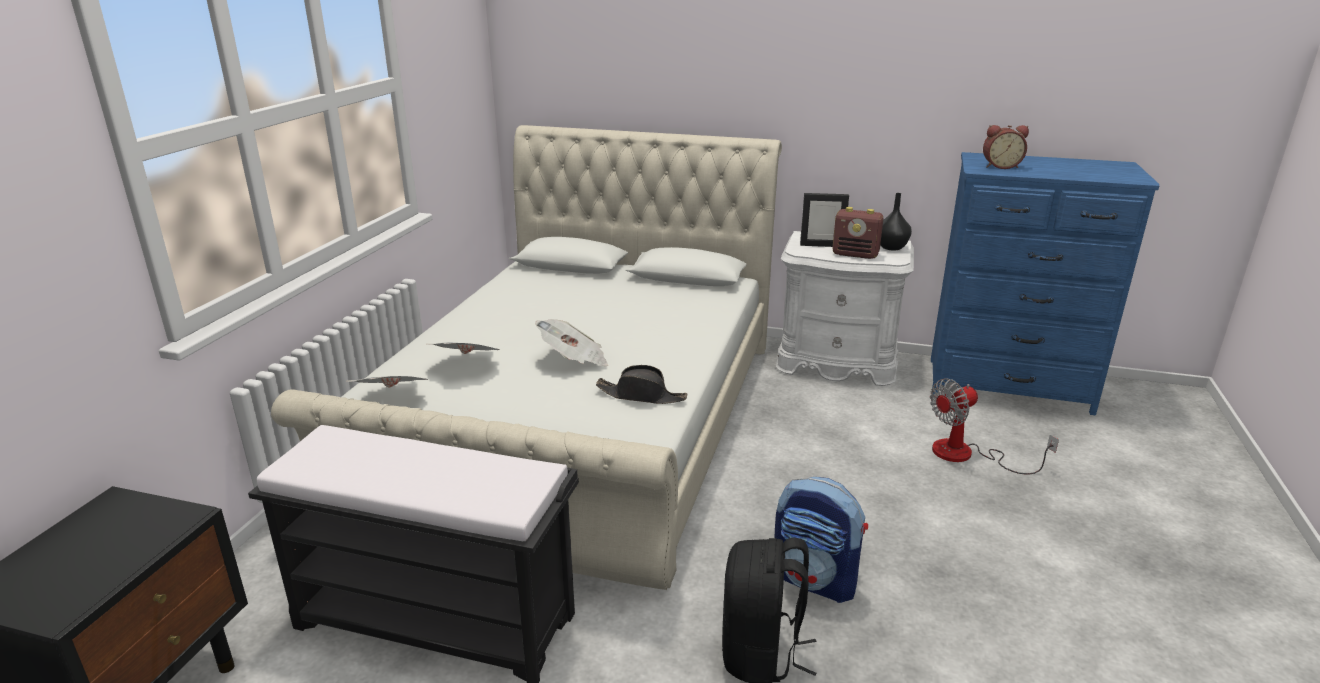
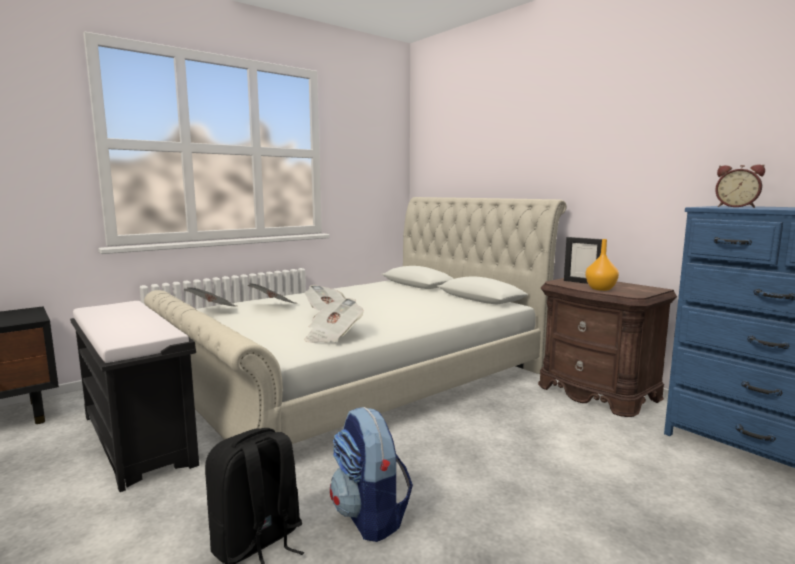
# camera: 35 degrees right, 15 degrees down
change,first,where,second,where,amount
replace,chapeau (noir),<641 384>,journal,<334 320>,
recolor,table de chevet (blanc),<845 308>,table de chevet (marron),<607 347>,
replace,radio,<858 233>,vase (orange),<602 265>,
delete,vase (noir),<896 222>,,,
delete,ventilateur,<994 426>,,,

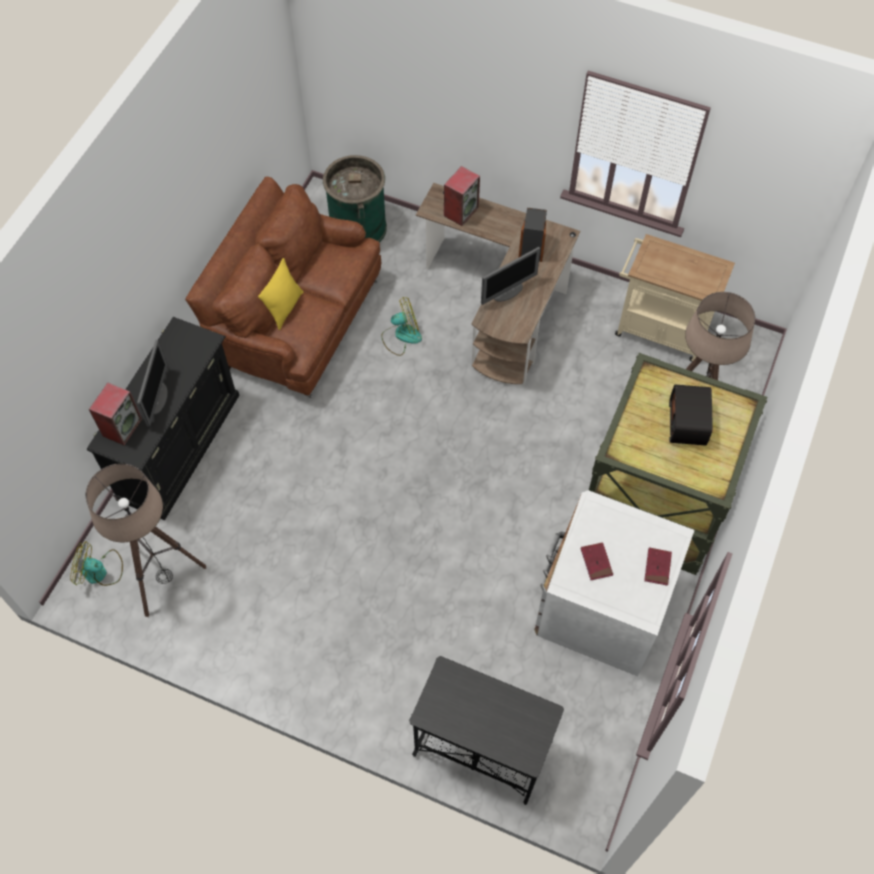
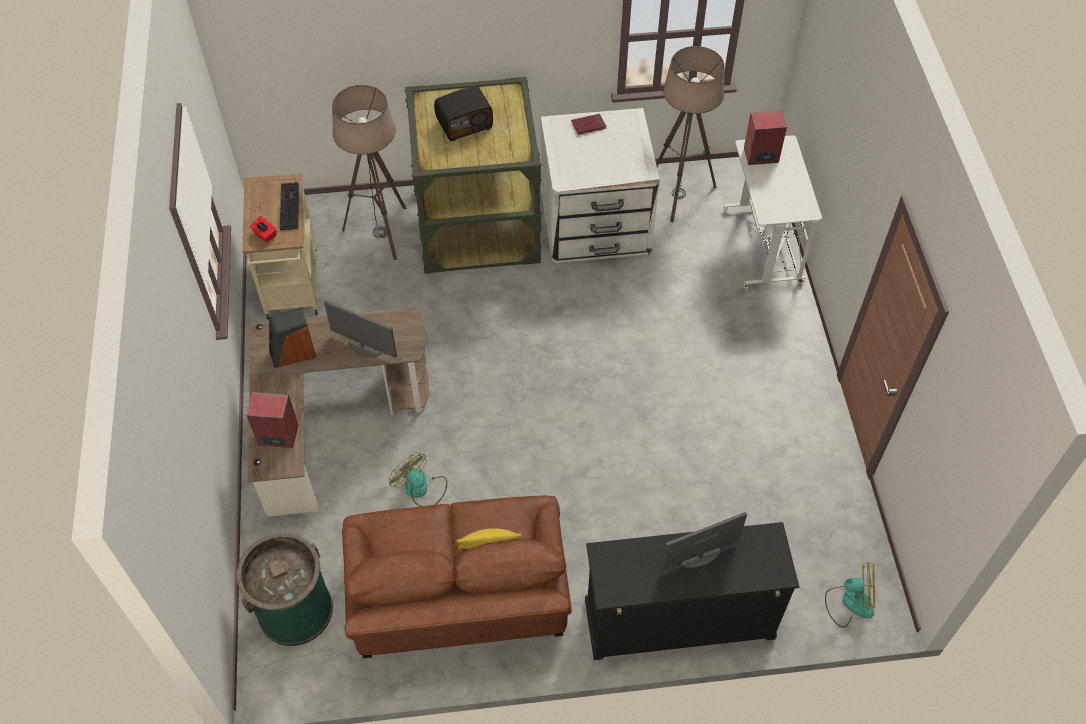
# camera: 120 degrees left, 5 degrees down
change,first,where,second,where,amount
rotate,ventilateur,<96 563>,,<850 594>,60 degrees counterclockwise
move,lampadaire,<146 540>,,<690 134>,
move,enceinte,<115 414>,,<765 137>,
recolor,bureau (noir),<486 730>,bureau (blanc),<773 212>,
delete,livre (rouge),<596 561>,,,
insert,,,boîte à mouchoirs (rouge),<263 229>,
insert,,,clavier,<289 206>,

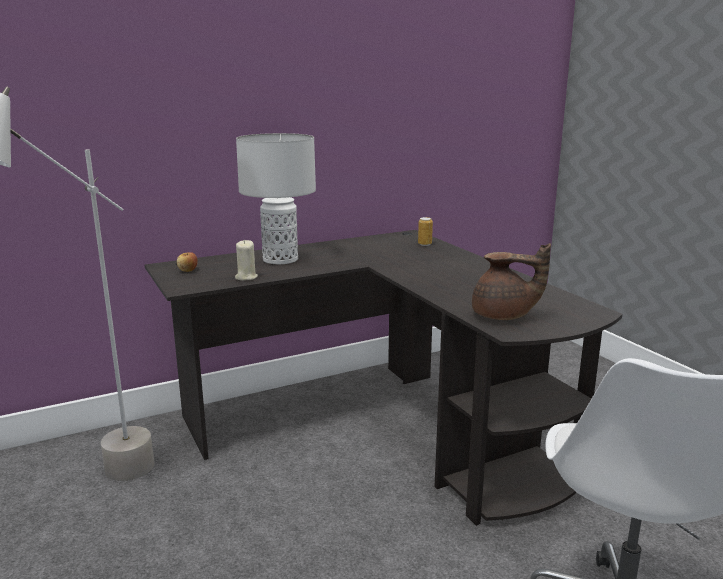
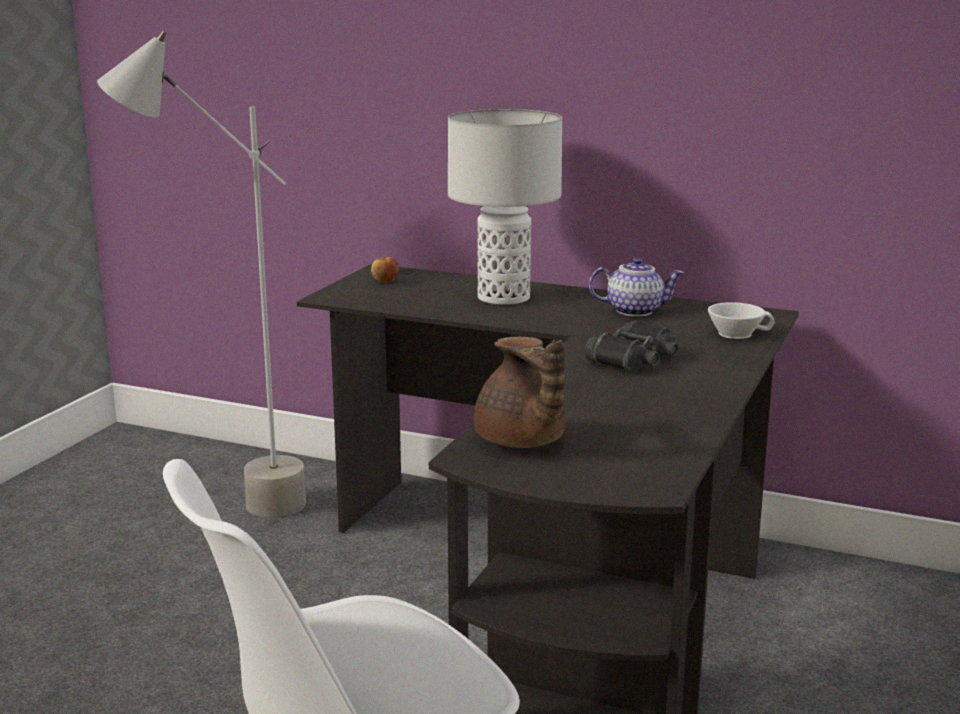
# camera: 50 degrees right, 0 degrees up
change,first,where,second,where,amount
delete,bougie (beige),<246 260>,,,
replace,boîte métallique,<425 231>,tasse (blanc),<741 320>,
insert,,,jumelles (noir),<632 346>,
insert,,,théière,<636 287>,

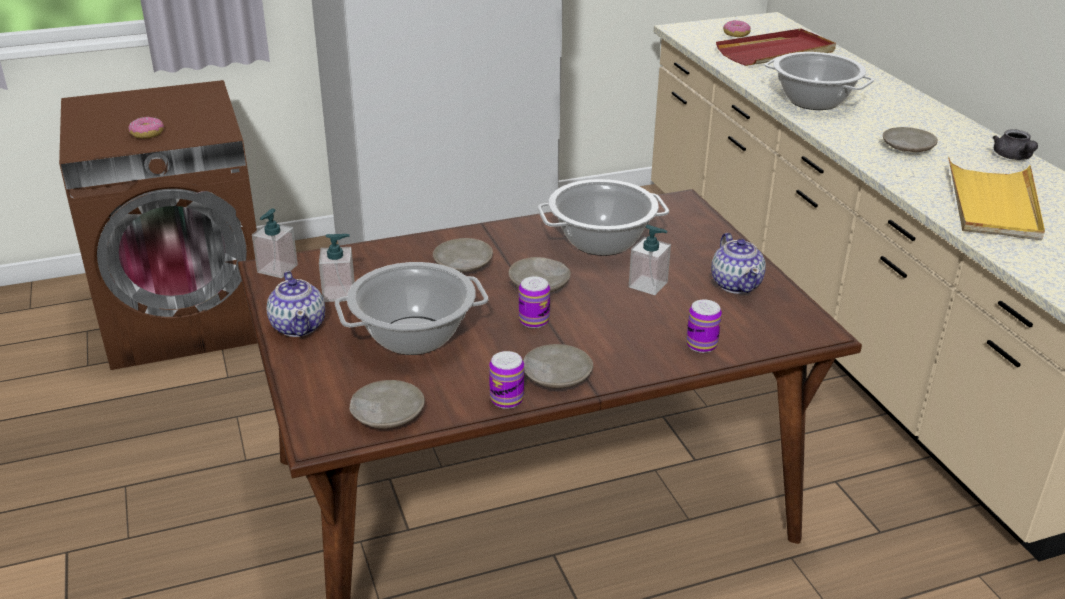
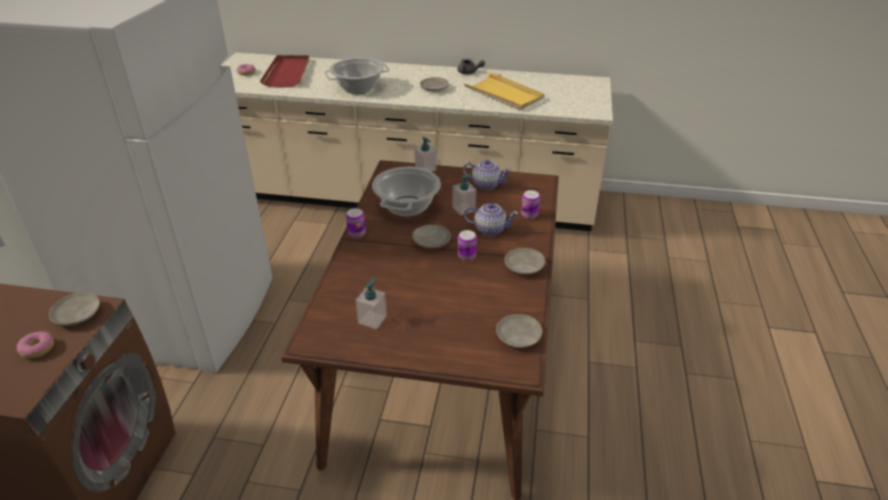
# camera: 60 degrees left, 5 degrees up
change,first,where,second,where,amount
move,distributeur de savon,<275 243>,,<425 154>,
move,théière,<296 304>,,<491 219>,
delete,marmite,<412 308>,,,
move,assiette (beige),<463 255>,,<74 309>,
move,boîte métallique,<506 380>,,<356 223>,

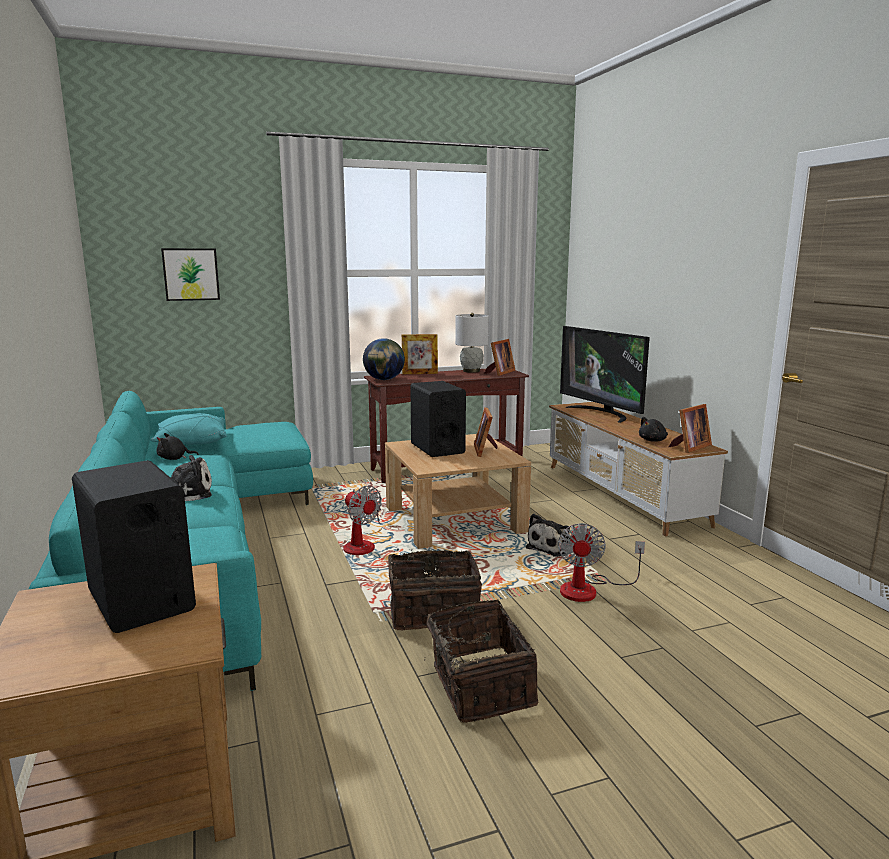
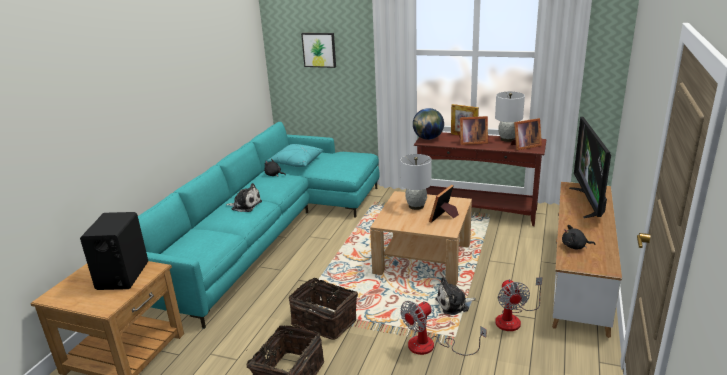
# camera: 40 degrees right, 10 degrees up
change,first,where,second,where,amount
move,ventilateur,<362 520>,,<519 304>,
replace,enceinte (noir),<438 419>,lampe de table (blanc),<416 182>,
move,cadre photo,<690 428>,,<473 130>,

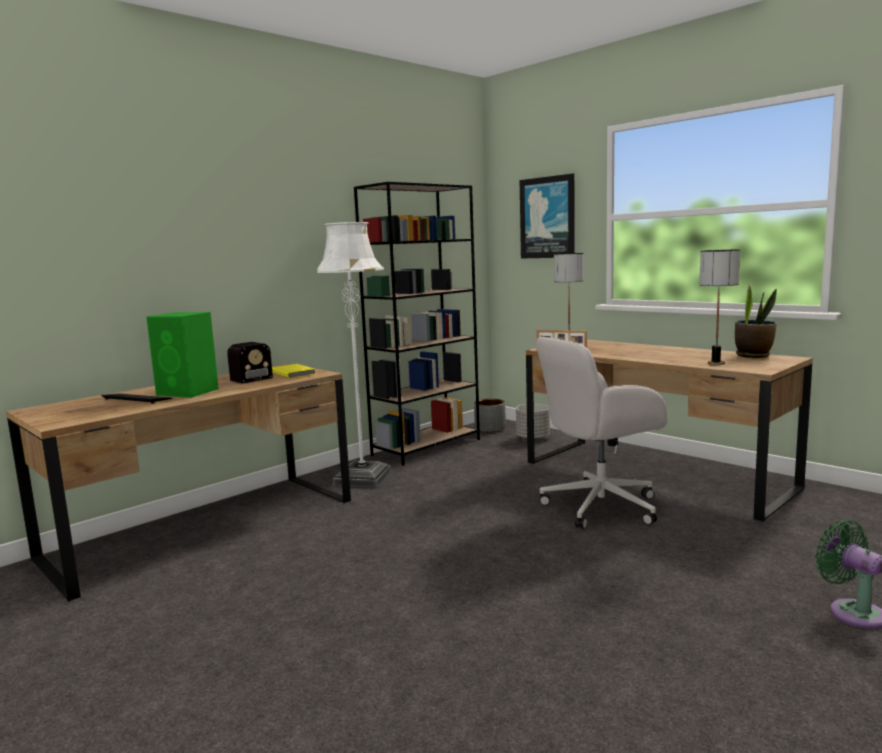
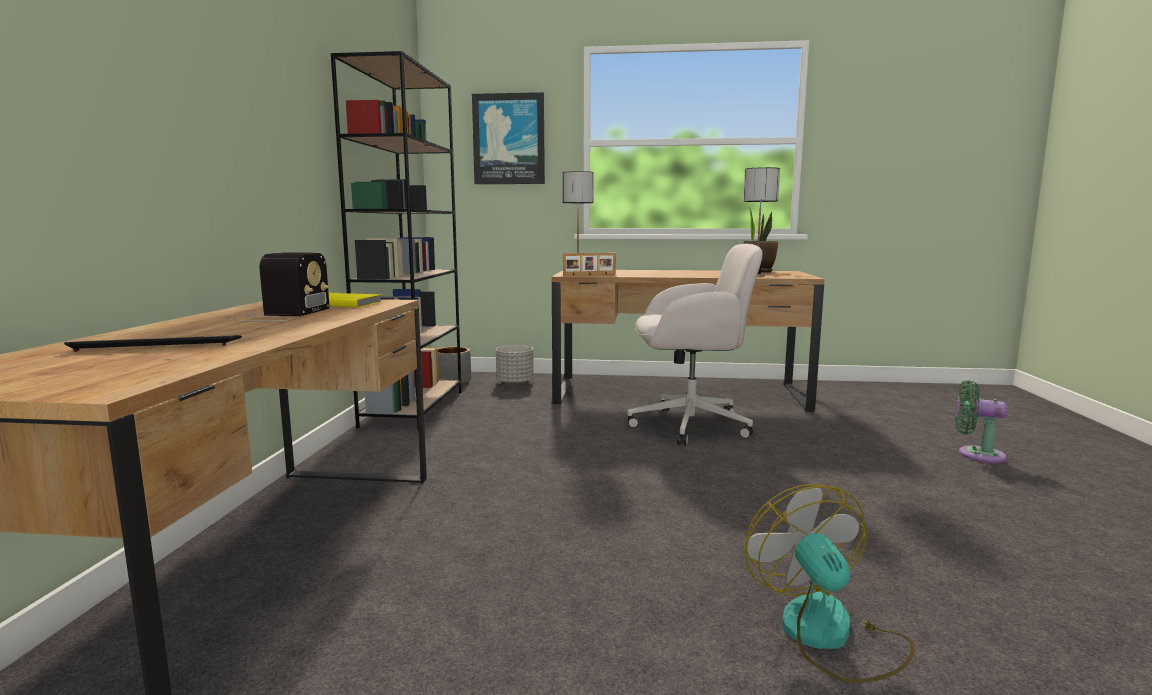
# camera: 40 degrees left, 0 degrees up
change,first,where,second,where,amount
delete,enceinte (vert),<182 355>,,,
delete,lampadaire (blanc),<353 354>,,,
rotate,chaise de bureau (blanc),<602 432>,,<695 345>,120 degrees counterclockwise
insert,,,ventilateur,<830 583>,

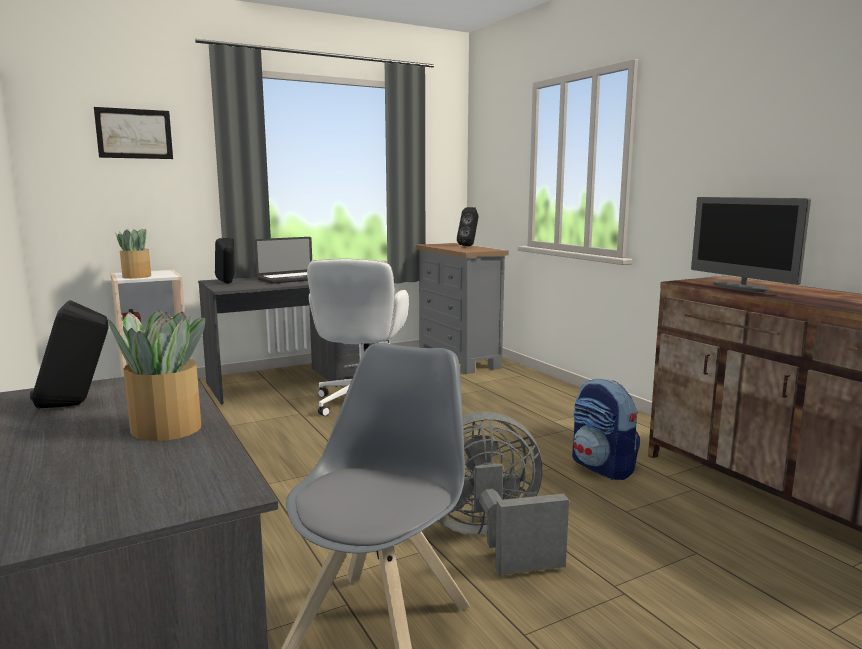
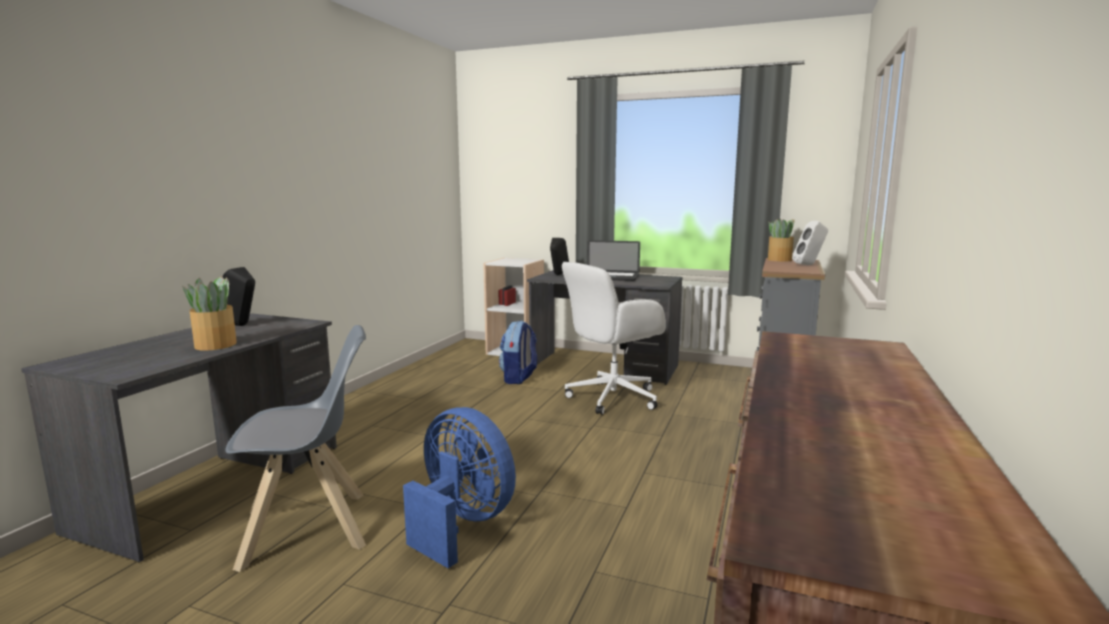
# camera: 50 degrees right, 0 degrees up
change,first,where,second,where,amount
delete,tableau,<133 133>,,,
move,plante en pot,<133 253>,,<781 240>,
recolor,ventilateur (gris),<503 493>,ventilateur (bleu),<459 487>,
recolor,enceinte (noir),<468 226>,enceinte (blanc),<810 243>,
move,sac à dos,<606 429>,,<518 352>,
delete,écran d'ordinateur,<751 244>,,,

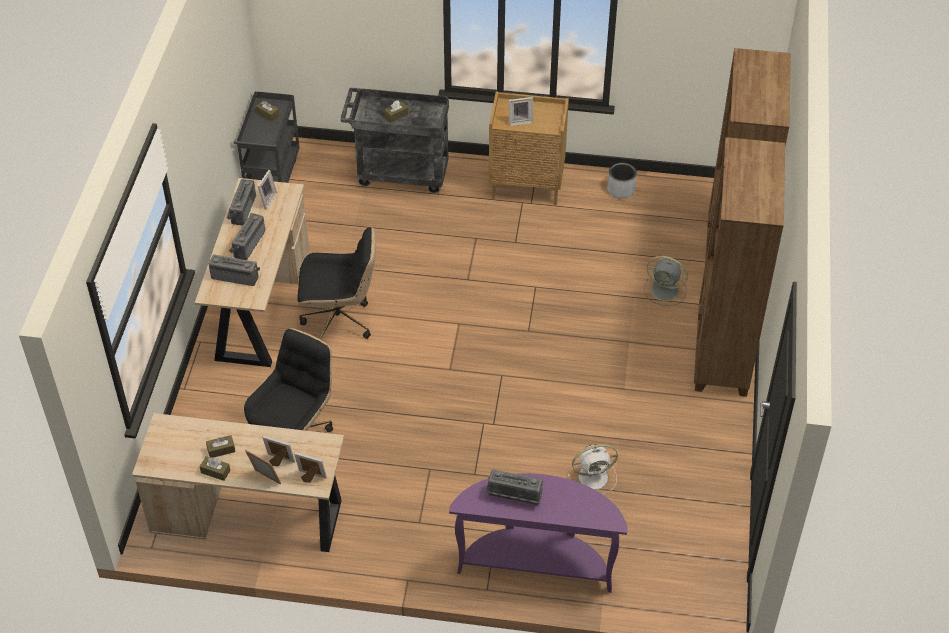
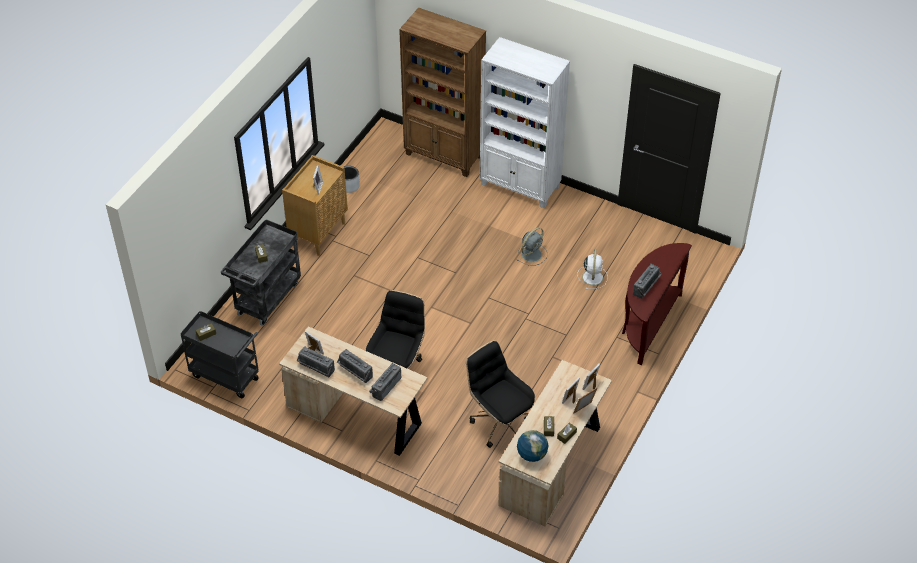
# camera: 70 degrees left, 0 degrees up
change,first,where,second,where,amount
recolor,table console (violet),<538 533>,table console (marron),<657 304>,
move,ventilateur (gris),<666 281>,,<532 246>,
recolor,bibliothèque (marron),<739 267>,bibliothèque (blanc),<525 122>,
insert,,,globe,<533 446>,

